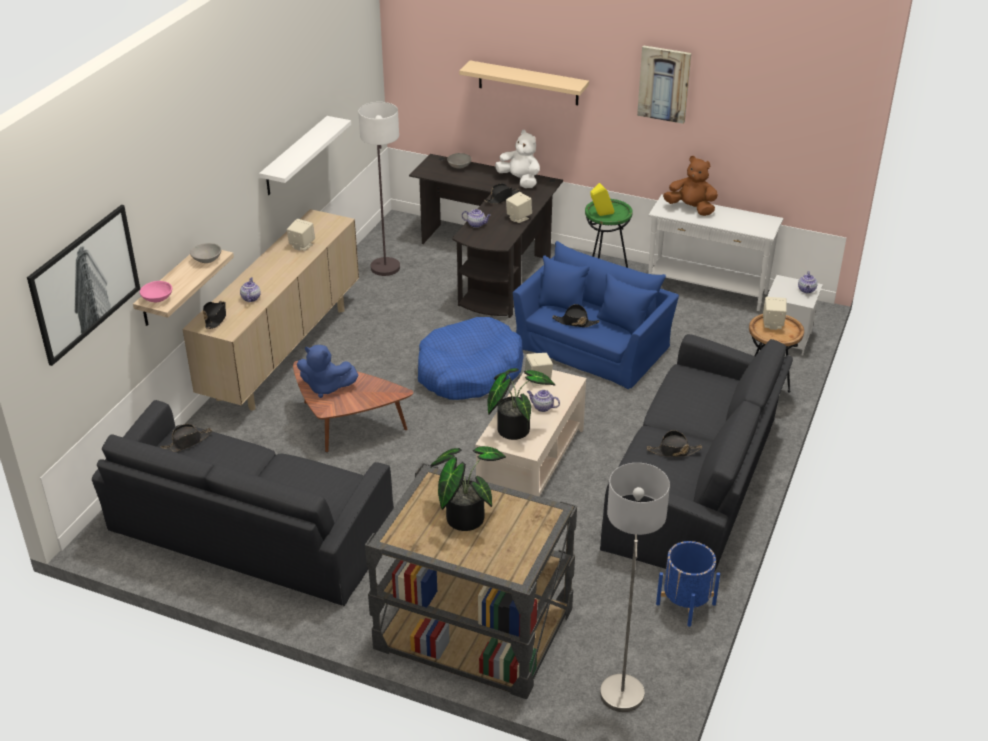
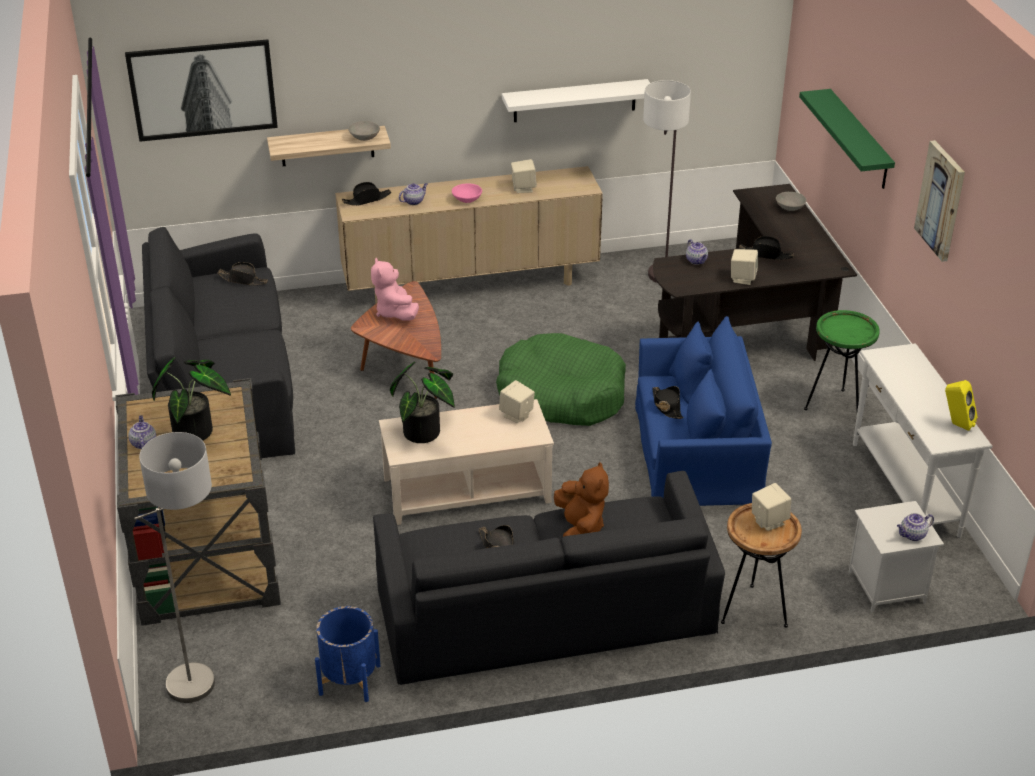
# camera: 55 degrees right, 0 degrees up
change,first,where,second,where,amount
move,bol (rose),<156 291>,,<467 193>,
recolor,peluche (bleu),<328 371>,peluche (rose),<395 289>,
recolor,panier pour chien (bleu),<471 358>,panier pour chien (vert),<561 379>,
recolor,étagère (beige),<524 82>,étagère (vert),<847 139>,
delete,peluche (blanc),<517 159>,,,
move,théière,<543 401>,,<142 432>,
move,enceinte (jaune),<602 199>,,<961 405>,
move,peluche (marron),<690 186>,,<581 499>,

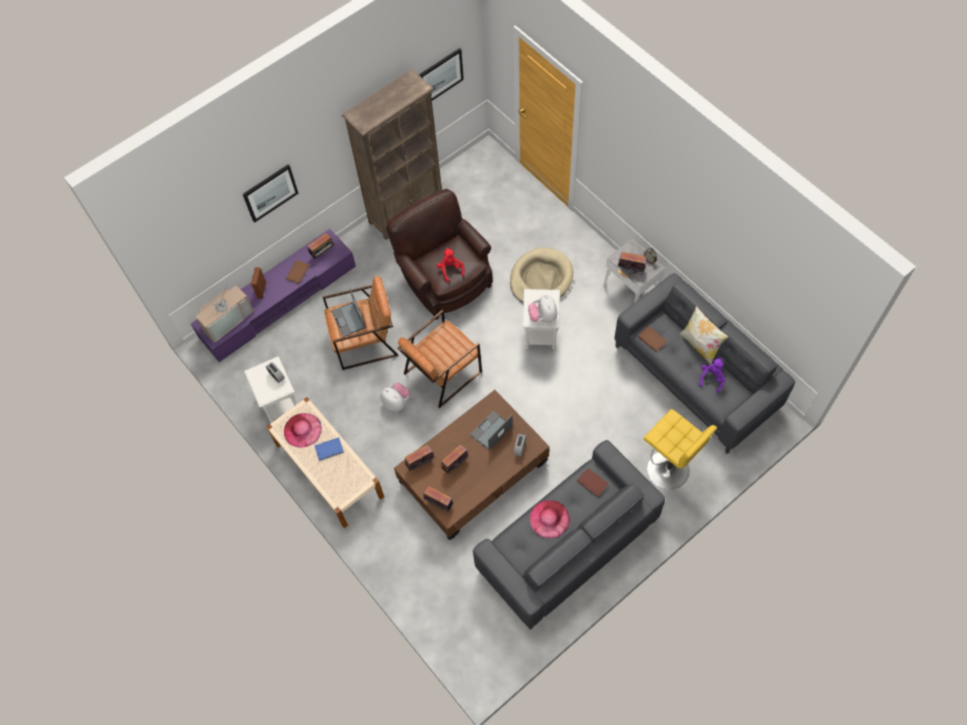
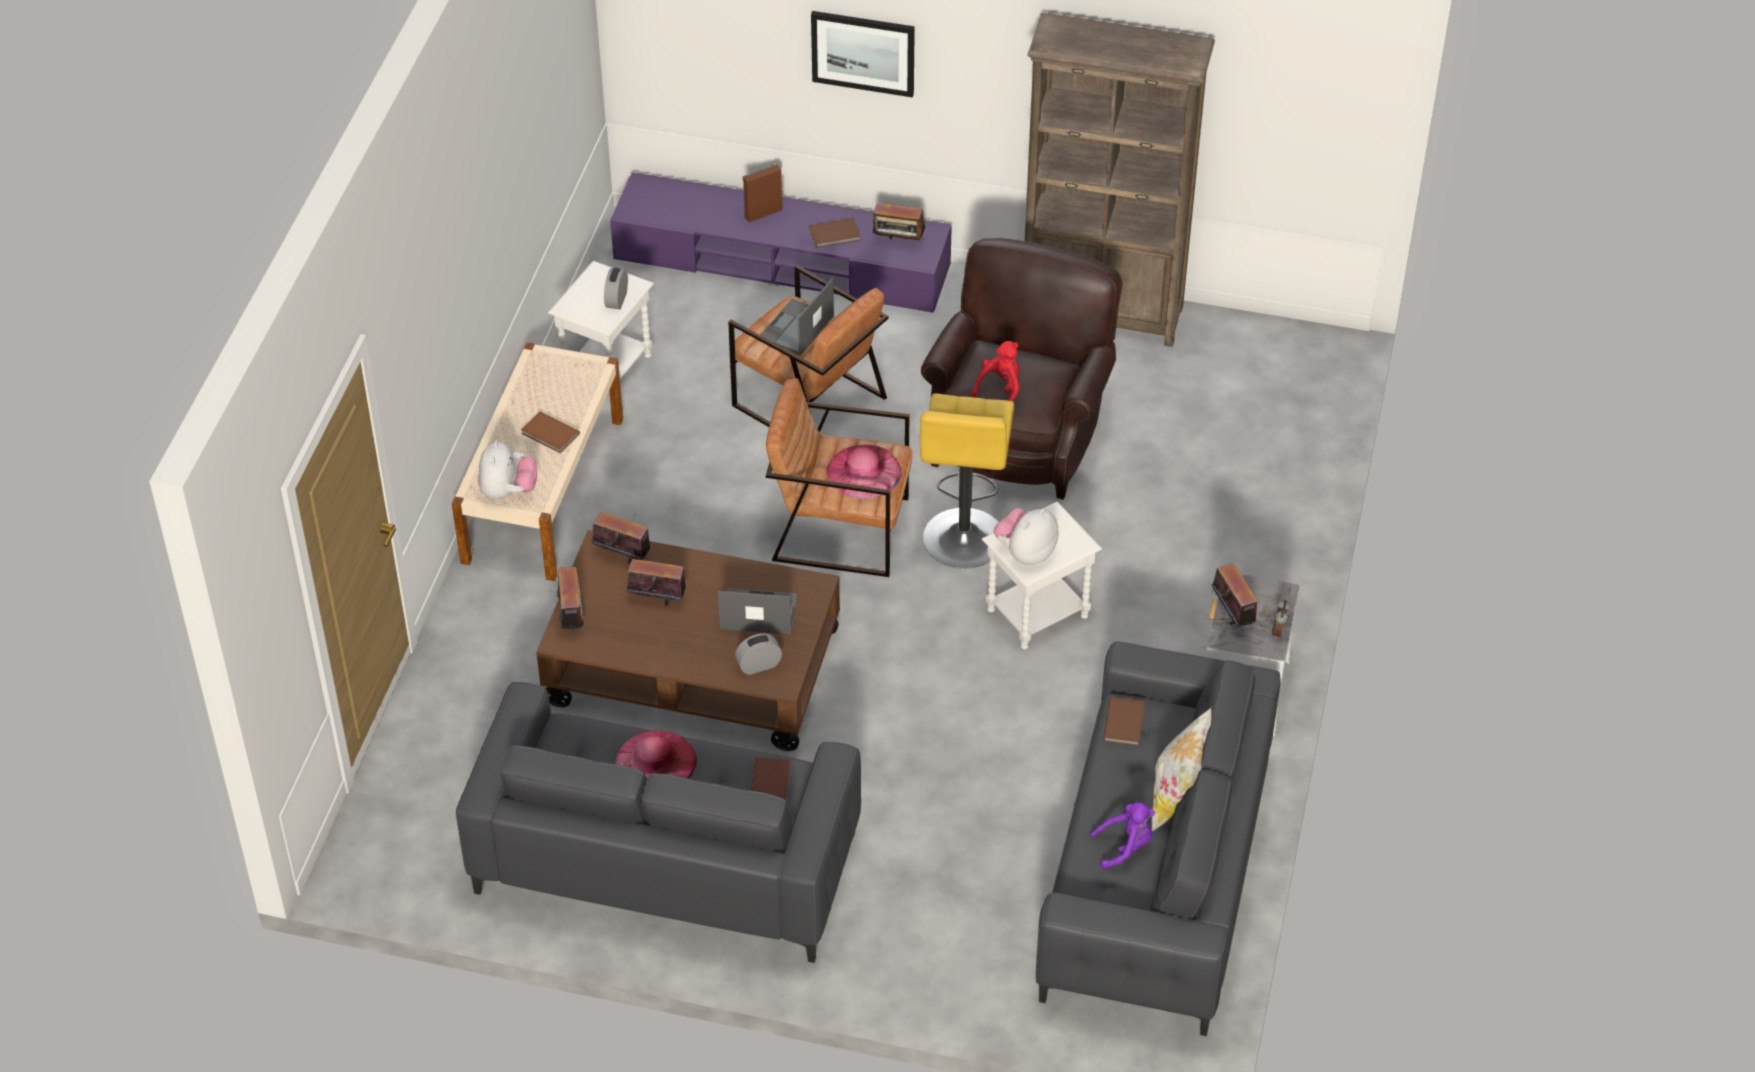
# camera: 50 degrees right, 15 degrees down
change,first,where,second,where,amount
delete,téléviseur,<225 312>,,,
move,chapeau (rose),<303 430>,,<864 472>,
recolor,livre (bleu),<329 449>,livre (marron),<550 432>,
move,peluche,<395 397>,,<507 470>,
delete,tableau,<441 74>,,,
delete,panier pour chien (beige),<541 275>,,,
move,tabouret (jaune),<680 449>,,<967 481>,

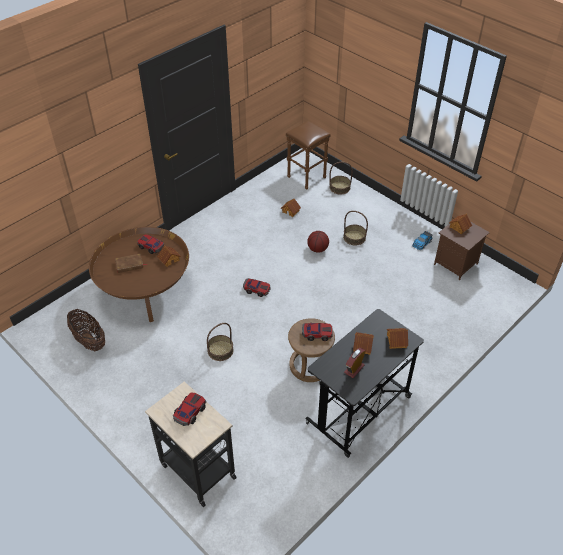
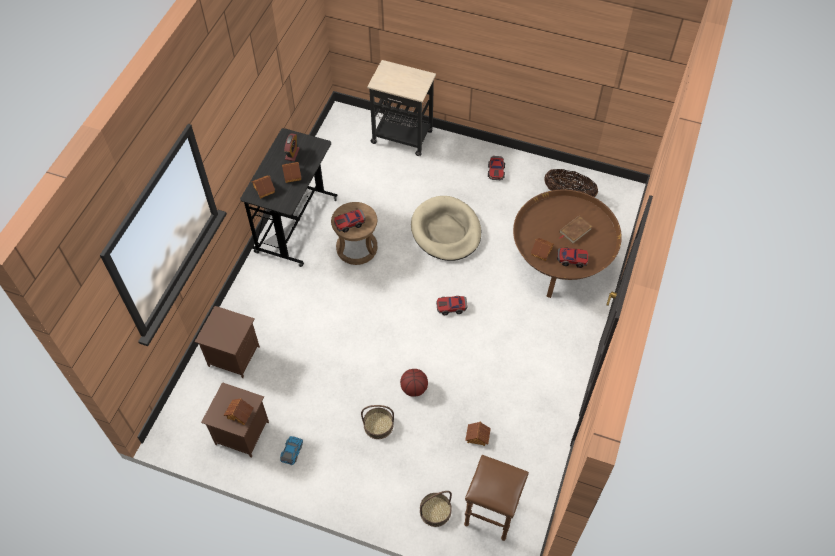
# camera: 155 degrees right, 10 degrees up
change,first,where,second,where,amount
move,petite voiture,<189 409>,,<496 168>,
replace,panier,<220 342>,panier pour chien (beige),<446 228>,
insert,,,table de chevet (marron),<227 342>,

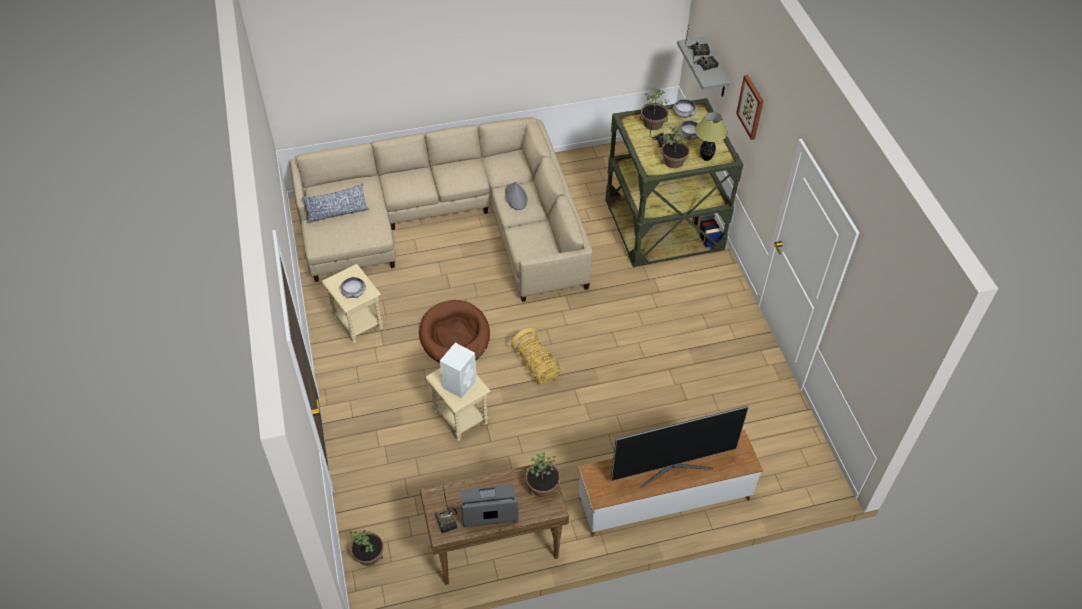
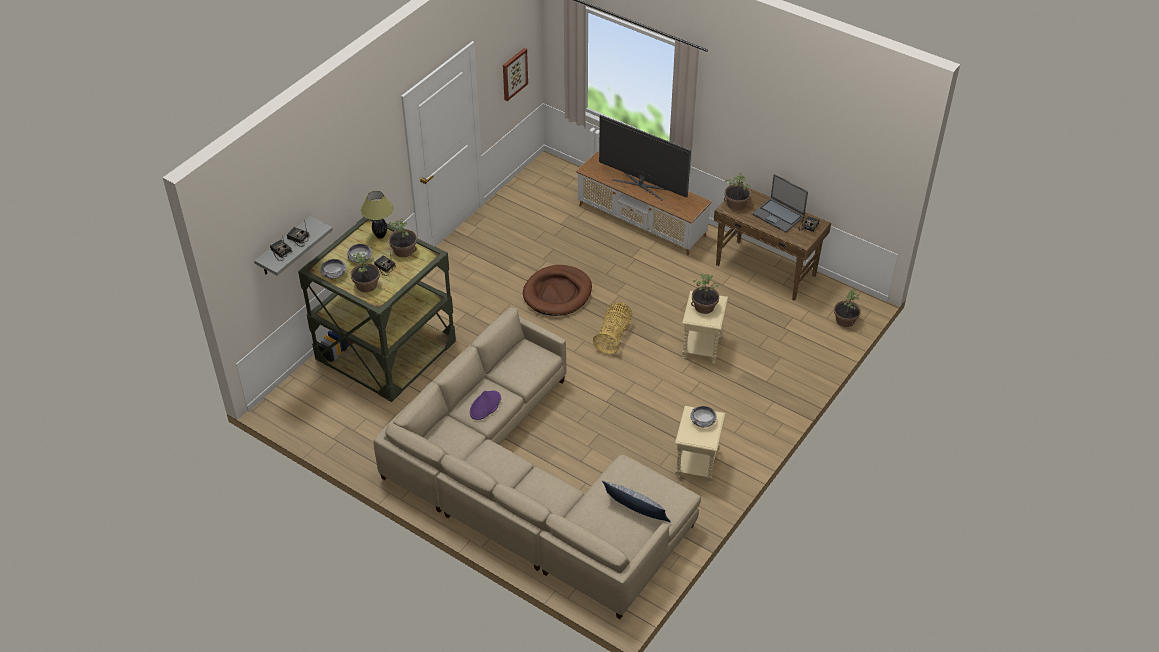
# camera: 130 degrees left, 5 degrees down
change,first,where,second,where,amount
move,panier pour chien (marron),<454 331>,,<557 290>,
replace,enceinte (blanc),<458 370>,plante en pot,<706 294>,
recolor,chapeau (gris),<516 196>,chapeau (violet),<485 405>,
move,tableau,<750 107>,,<515 74>,

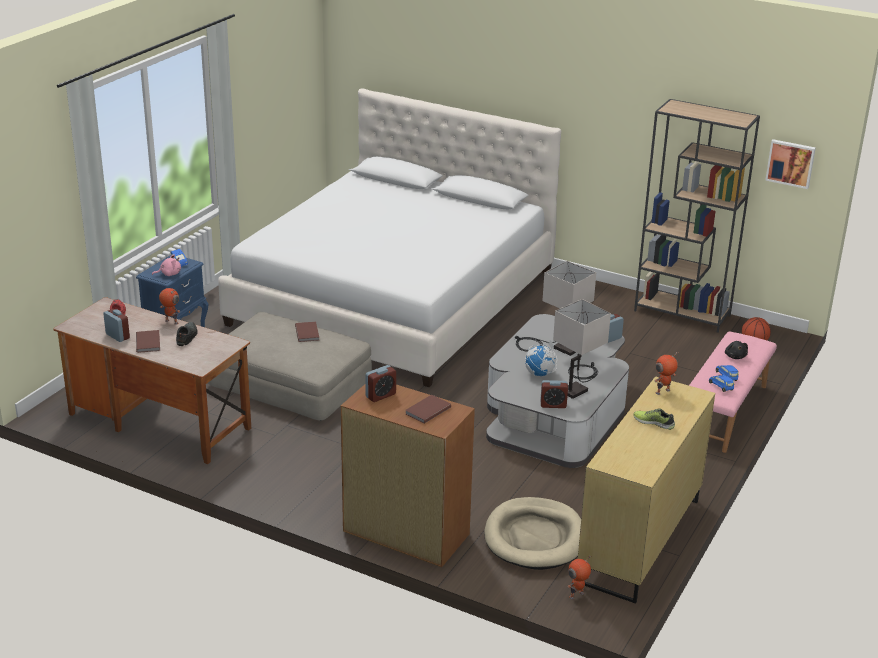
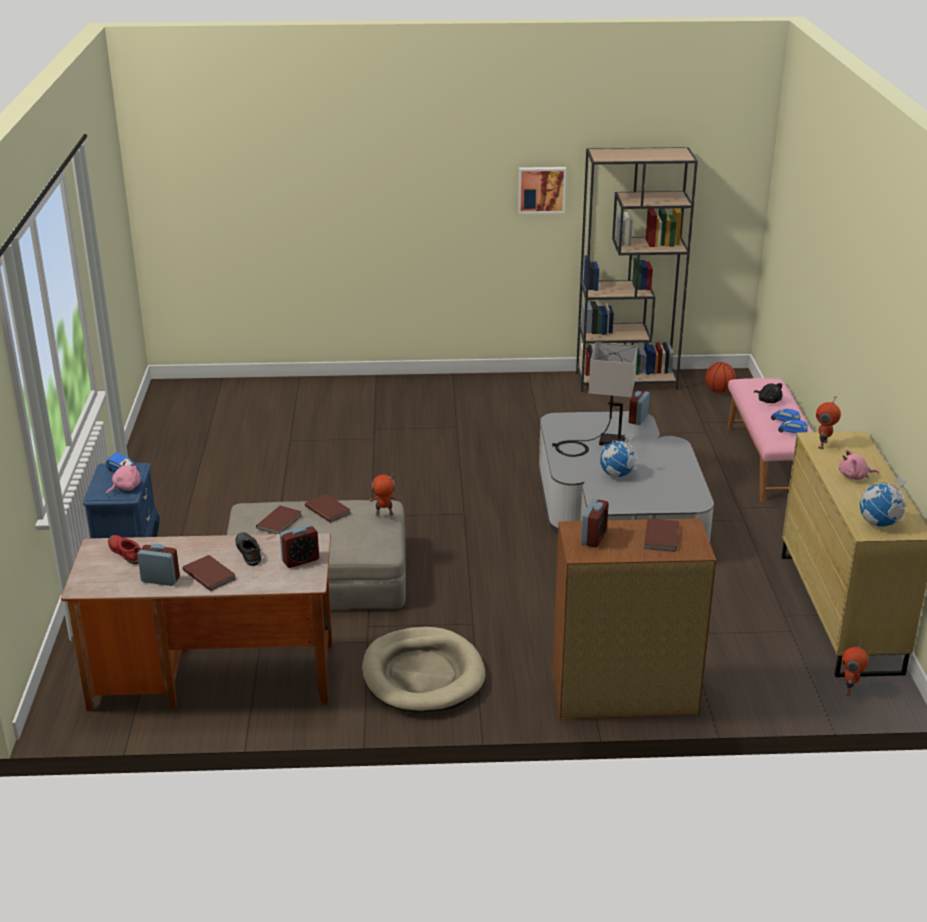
# camera: 30 degrees left, 0 degrees up
change,first,where,second,where,amount
move,robot jouet,<169 306>,,<384 494>,
delete,lit (blanc),<389 238>,,,
move,panier pour chien (beige),<532 533>,,<423 670>,
move,réveil,<554 394>,,<299 546>,
delete,lampe de table,<582 349>,,,
replace,chaussure,<654 419>,peluche (rose),<859 465>,
move,tableau,<790 164>,,<542 190>,
insert,,,livre (marron),<279 519>,
insert,,,globe,<883 501>,

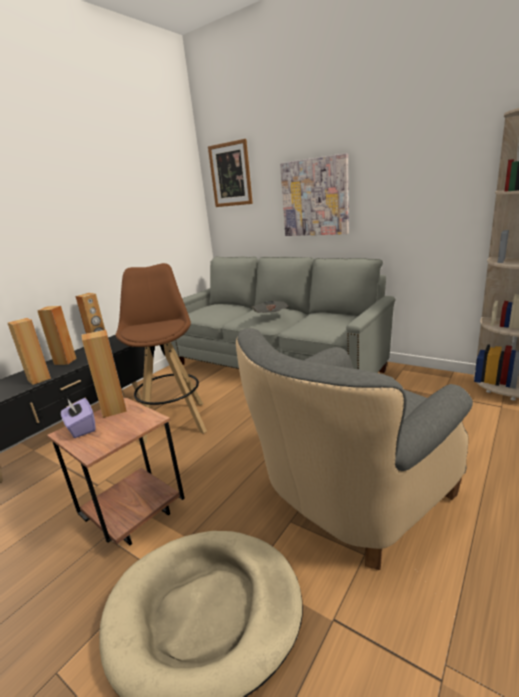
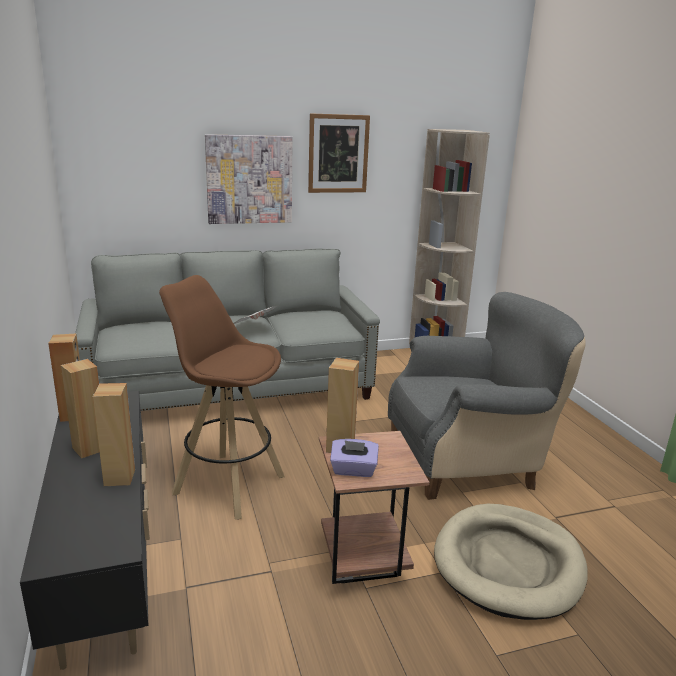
# camera: 55 degrees left, 0 degrees up
change,first,where,second,where,amount
move,tableau,<230 173>,,<339 153>,
rotate,fauteuil (gris),<354 449>,,<487 396>,105 degrees counterclockwise

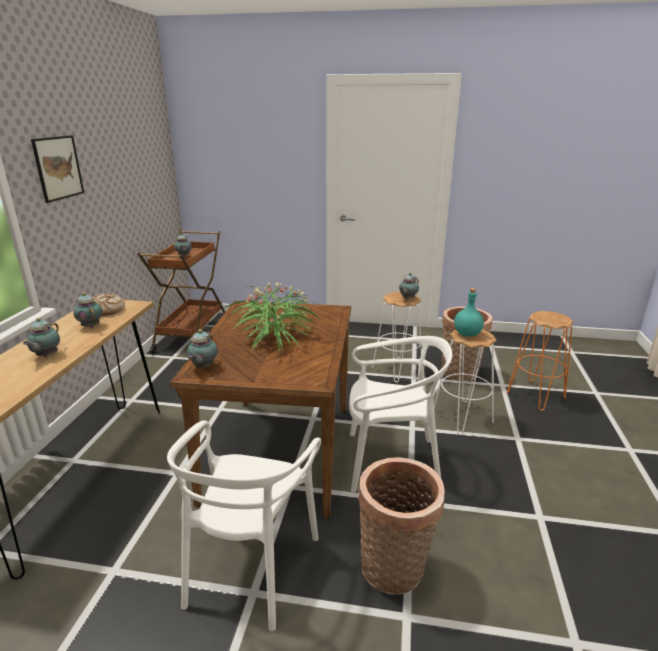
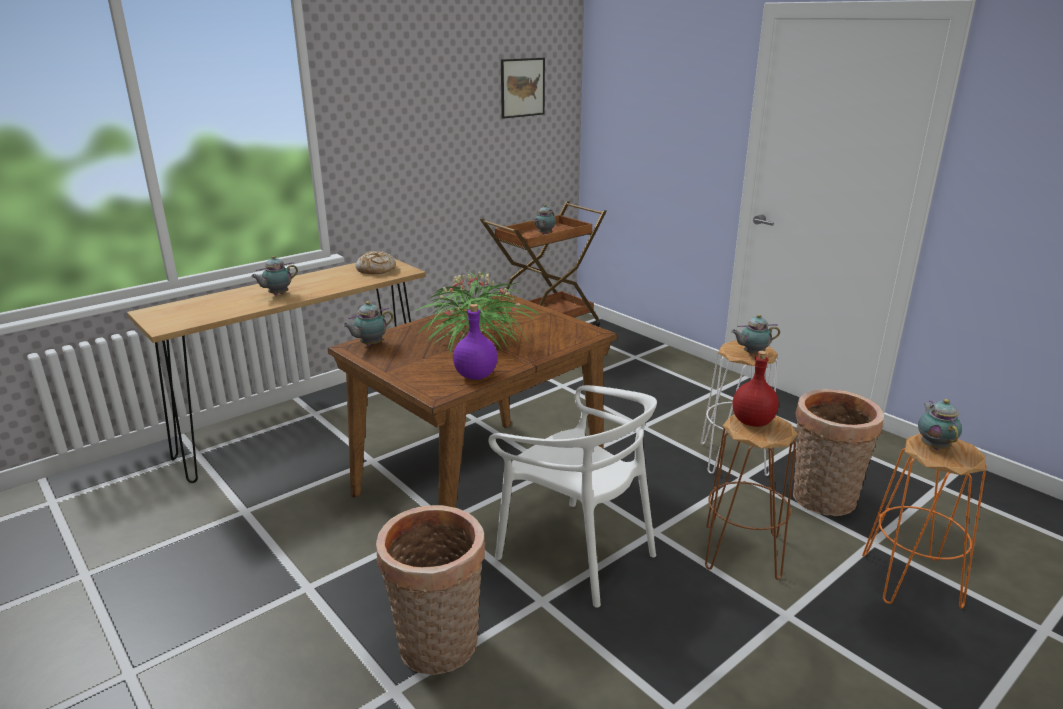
# camera: 40 degrees right, 0 degrees up
change,first,where,second,where,amount
move,tableau,<57 169>,,<523 88>,
move,théière,<87 310>,,<940 424>,
delete,chaise (blanc),<244 525>,,,
recolor,tabouret (blanc),<465 382>,tabouret (marron),<751 497>,
recolor,bouteille (turquoise),<469 312>,bouteille (rouge),<755 389>,
insert,,,bouteille (violet),<475 342>,

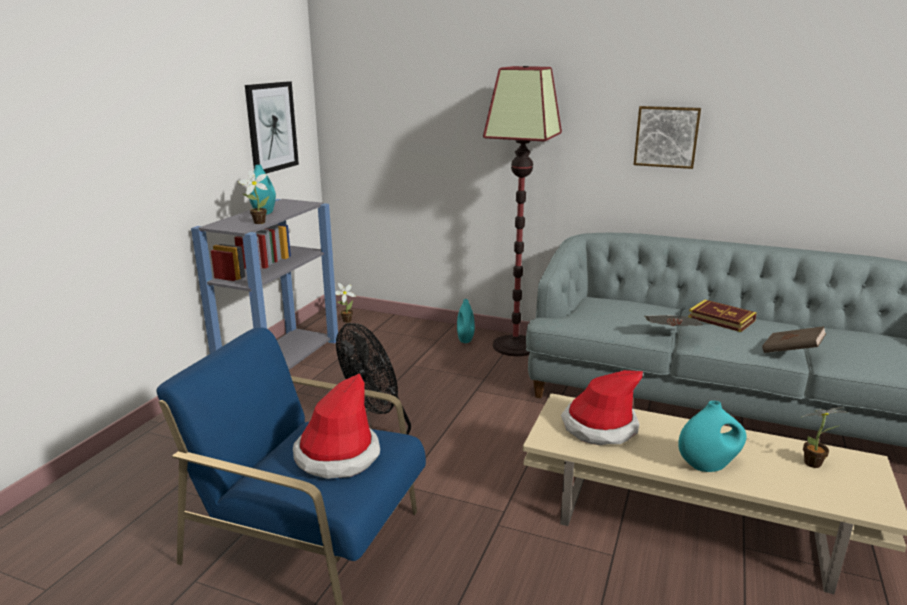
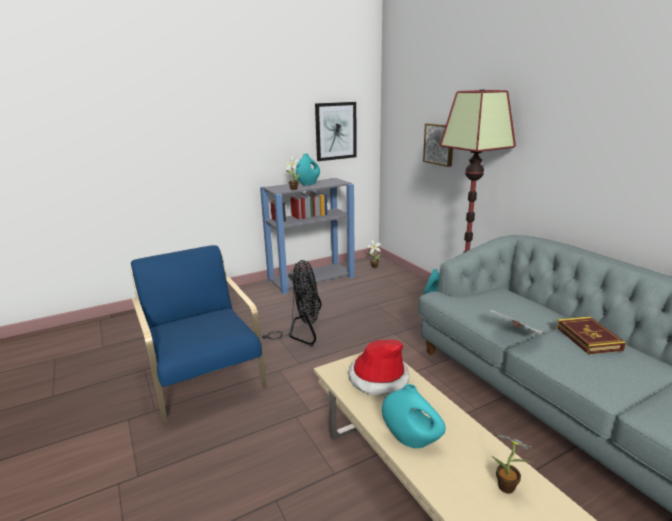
# camera: 40 degrees right, 0 degrees up
change,first,where,second,where,amount
delete,chapeau,<336 426>,,,
move,tableau,<667 137>,,<438 145>,
delete,livre (marron),<794 339>,,,

